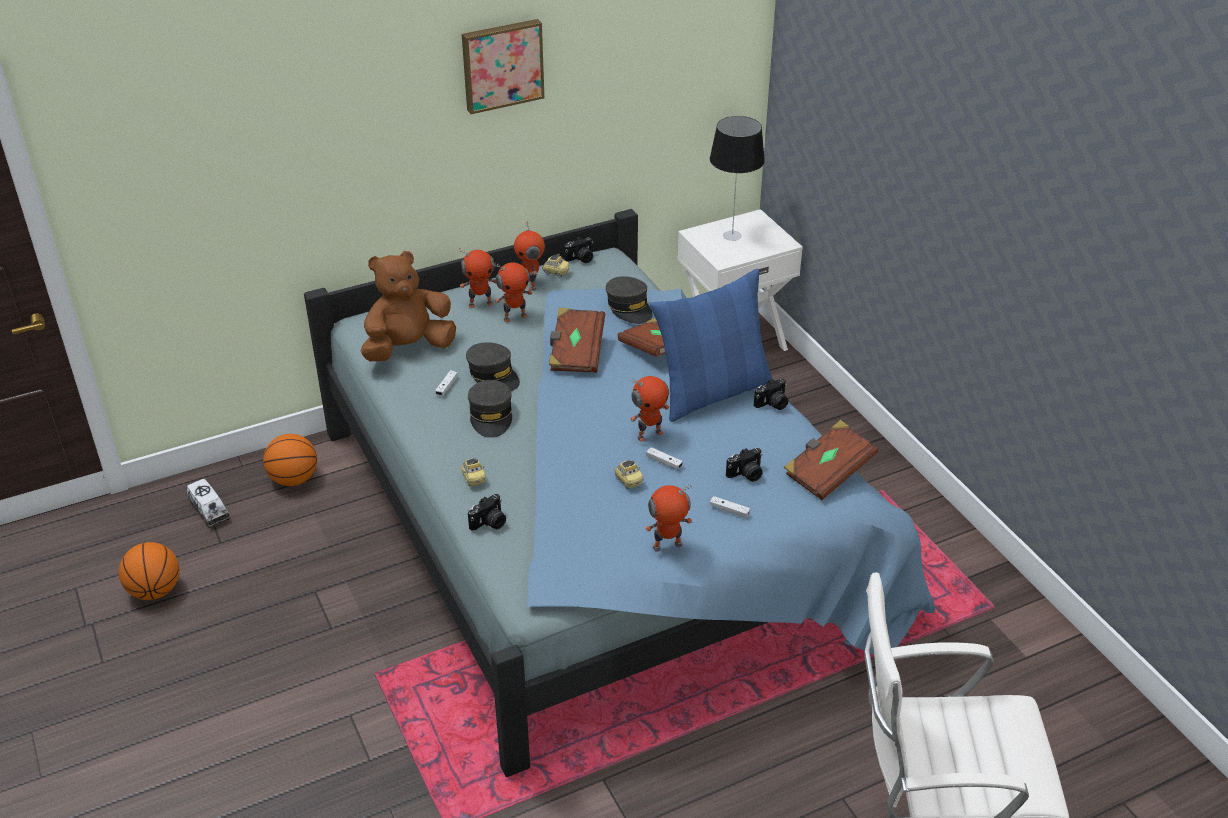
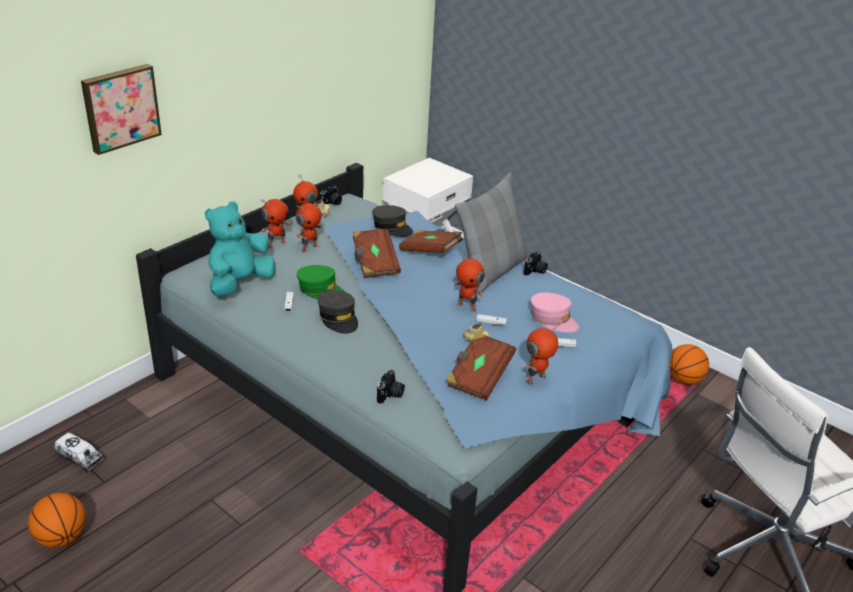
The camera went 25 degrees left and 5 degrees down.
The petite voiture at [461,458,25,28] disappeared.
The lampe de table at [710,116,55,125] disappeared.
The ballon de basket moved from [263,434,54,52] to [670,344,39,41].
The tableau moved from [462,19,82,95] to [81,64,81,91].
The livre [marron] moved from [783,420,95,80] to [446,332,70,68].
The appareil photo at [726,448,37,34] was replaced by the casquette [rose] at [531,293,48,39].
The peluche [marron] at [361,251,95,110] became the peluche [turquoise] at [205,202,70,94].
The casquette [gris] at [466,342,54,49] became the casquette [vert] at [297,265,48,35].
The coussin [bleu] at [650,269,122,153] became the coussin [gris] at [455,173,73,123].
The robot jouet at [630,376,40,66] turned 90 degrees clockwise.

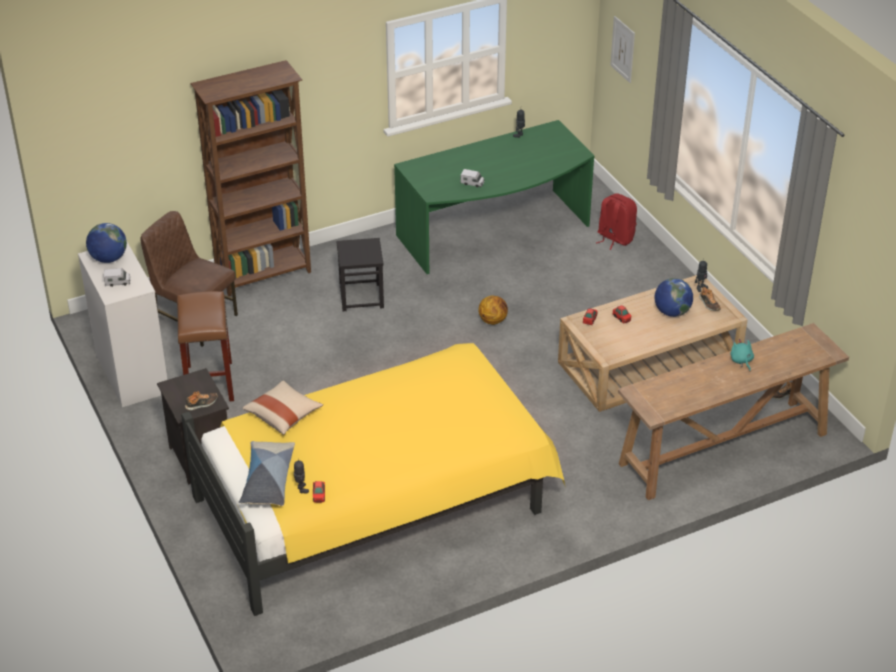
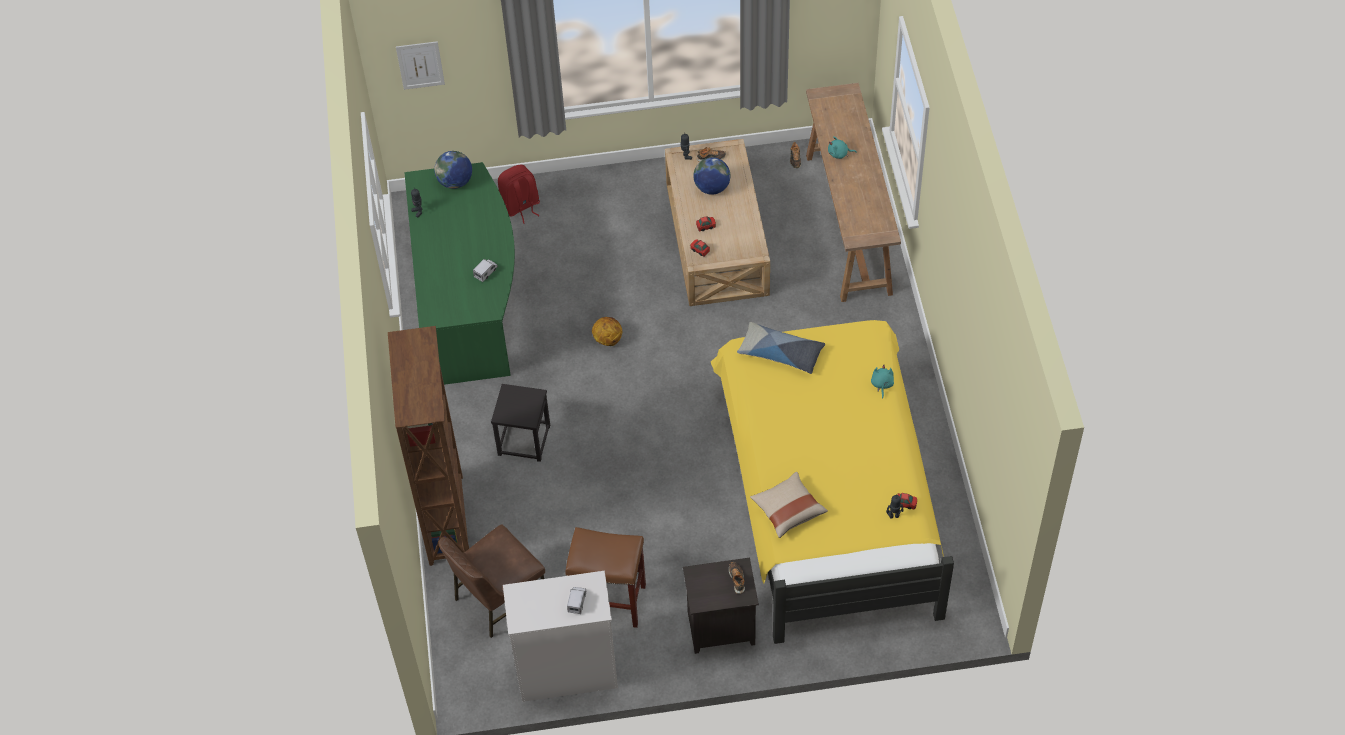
The camera went 70 degrees left and 15 degrees up.
The peluche [turquoise] at [871,365,23,34] appeared.
The globe moved from [86,223,41,40] to [434,151,38,38].
The coussin moved from [239,441,56,65] to [737,322,88,52].

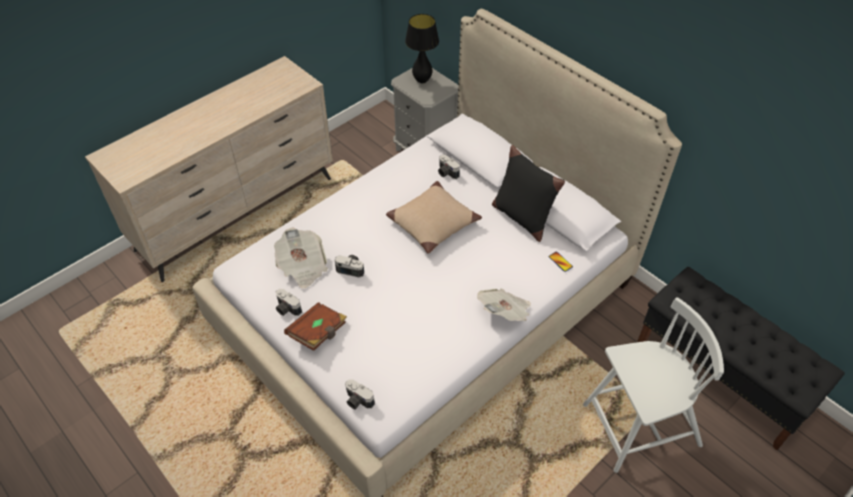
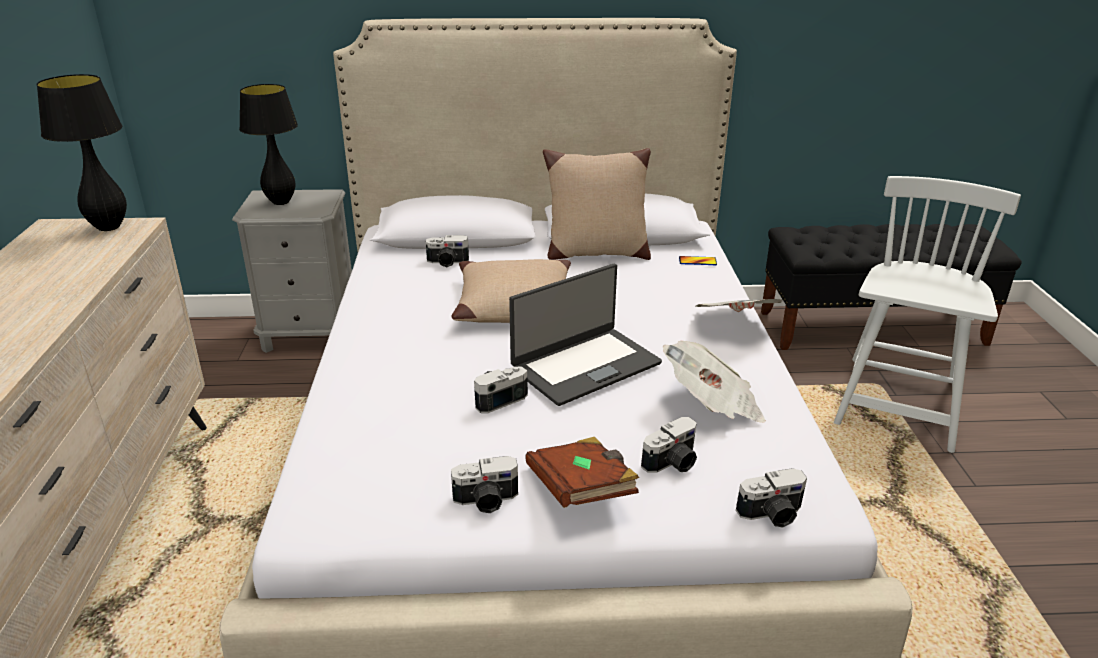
The camera went 50 degrees left and 20 degrees down.
The lampe de table [noir] at [37,74,90,157] appeared.
The ordinateur portable at [509,264,153,142] appeared.
The appareil photo at [641,417,56,56] appeared.
The journal moved from [274,227,54,61] to [663,341,103,82].
The coussin [noir] at [492,145,73,97] became the coussin [beige] at [543,148,108,112].

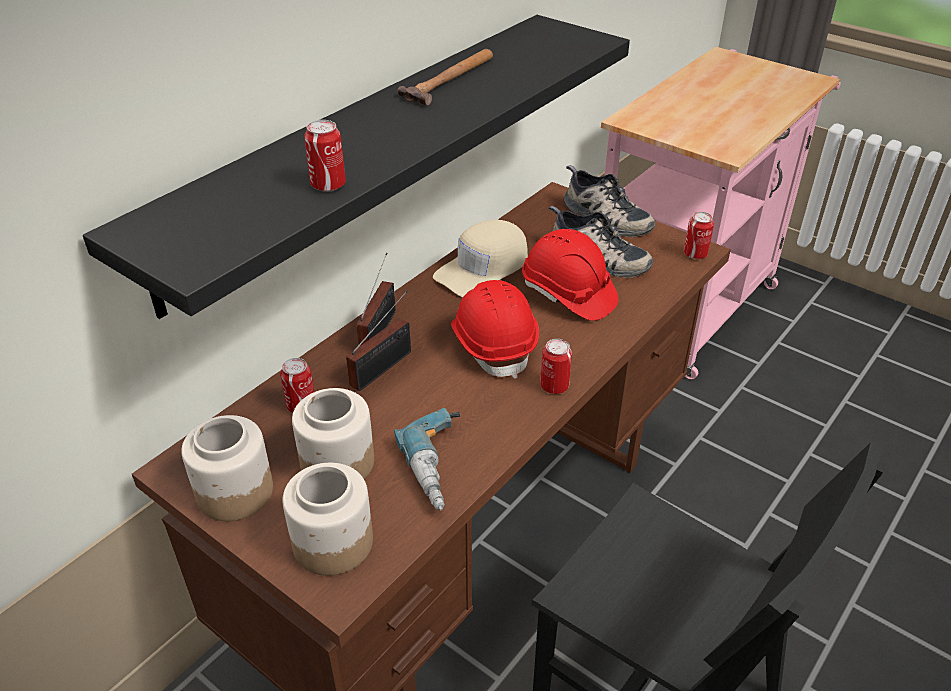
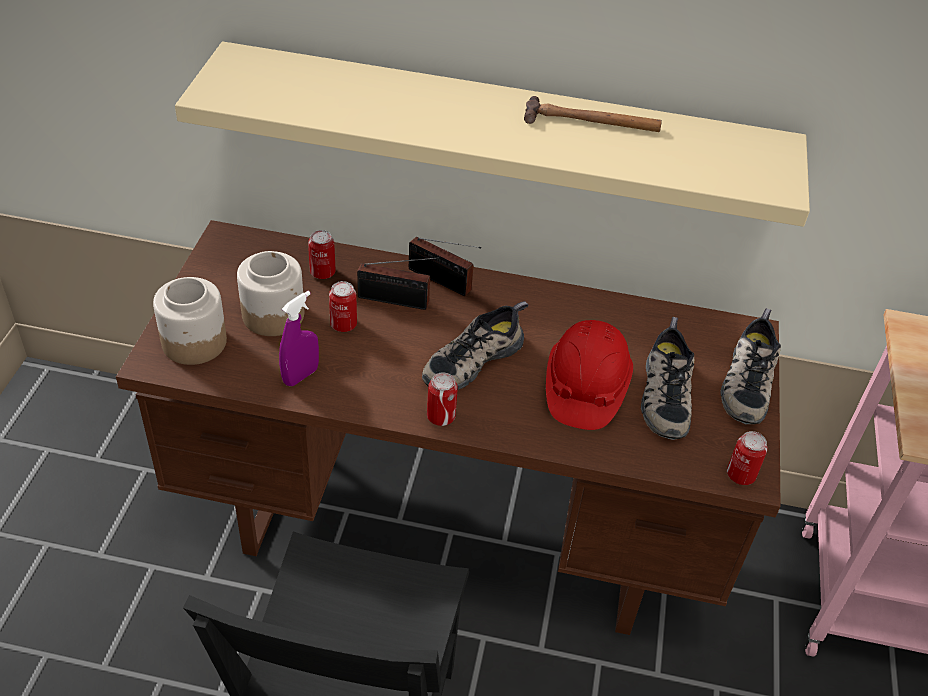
The camera went 60 degrees right and 5 degrees up.
The bocal at [181,415,92,106] disappeared.
The casquette [beige] at [433,220,95,77] disappeared.
The boîte métallique moved from [304,120,42,72] to [329,281,28,51].
The perceuse at [394,408,66,103] was replaced by the vaporisateur [violet] at [279,291,40,95].
The casque de chantier [rouge] at [451,280,88,99] was replaced by the chaussure at [422,301,106,89].
The étagère [noir] at [83,15,547,304] became the étagère [beige] at [175,41,635,186].
The radio at [357,253,39,94] turned 45 degrees clockwise.

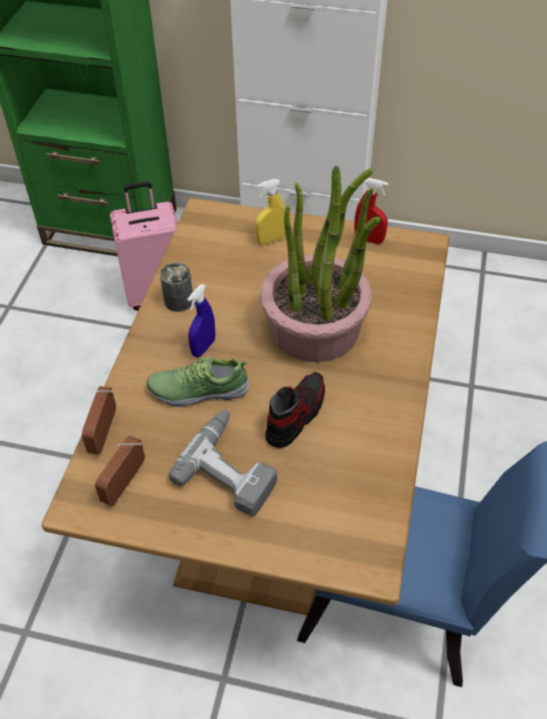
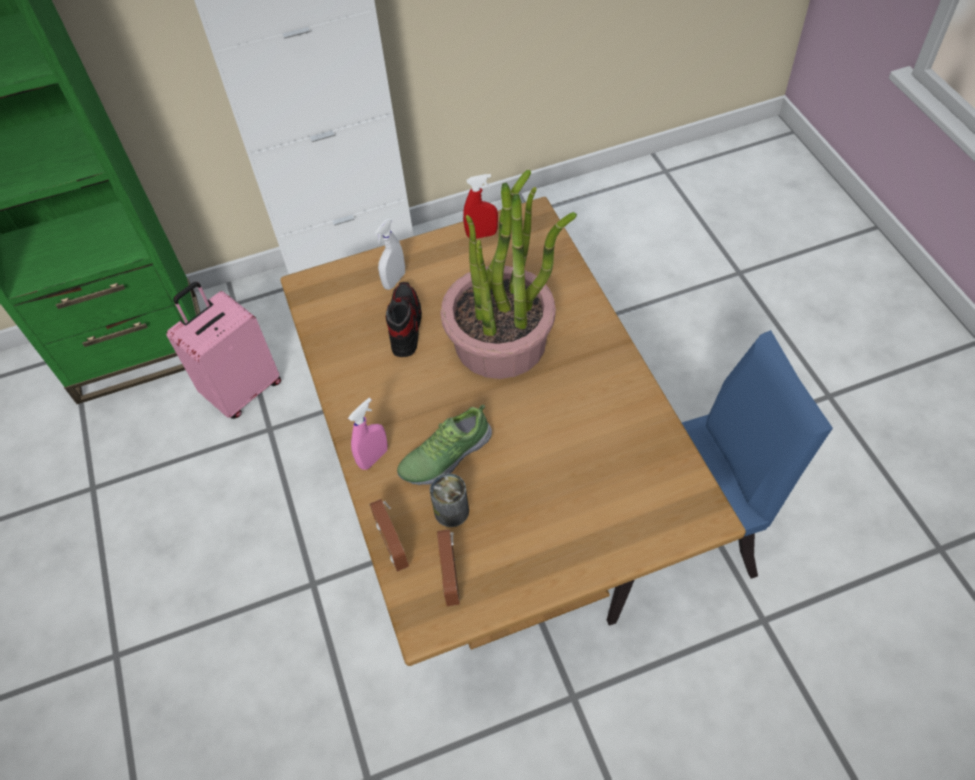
The camera went 30 degrees left and 5 degrees up.
The perceuse at [169,409,108,107] disappeared.
The vaporisateur [bleu] at [187,284,28,73] disappeared.
The vaporisateur [rose] at [348,398,40,72] appeared.
The boîte métallique moved from [160,263,33,49] to [430,473,39,54].
The chaussure moved from [265,372,60,76] to [386,282,36,75].
The vaporisateur [jaune] at [255,179,30,66] became the vaporisateur [blanc] at [374,219,31,71].

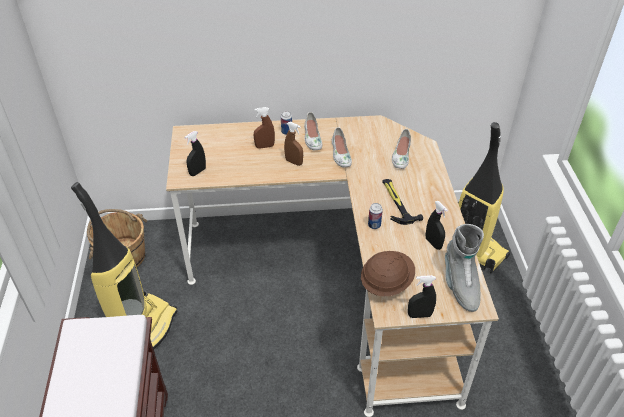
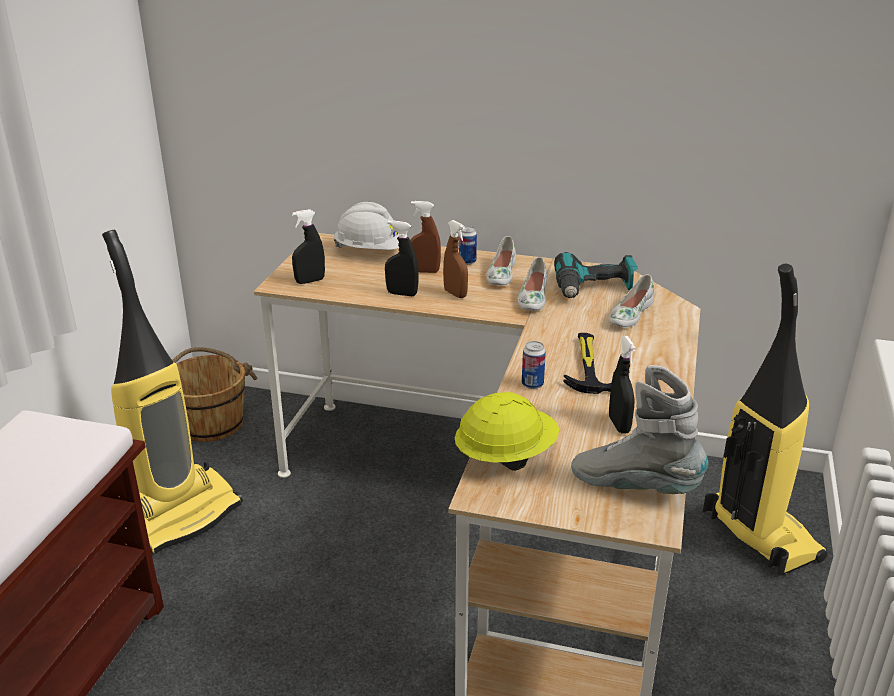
The camera went 20 degrees right and 15 degrees down.
The casque de chantier [blanc] at [334,202,65,48] appeared.
The perceuse at [554,252,84,46] appeared.
The vaporisateur [noir] moved from [408,275,28,43] to [385,220,34,76].
The casque de chantier [marron] at [361,251,54,45] became the casque de chantier [jaune] at [455,392,104,79].
The botte [gris] at [445,224,39,88] turned 105 degrees clockwise.

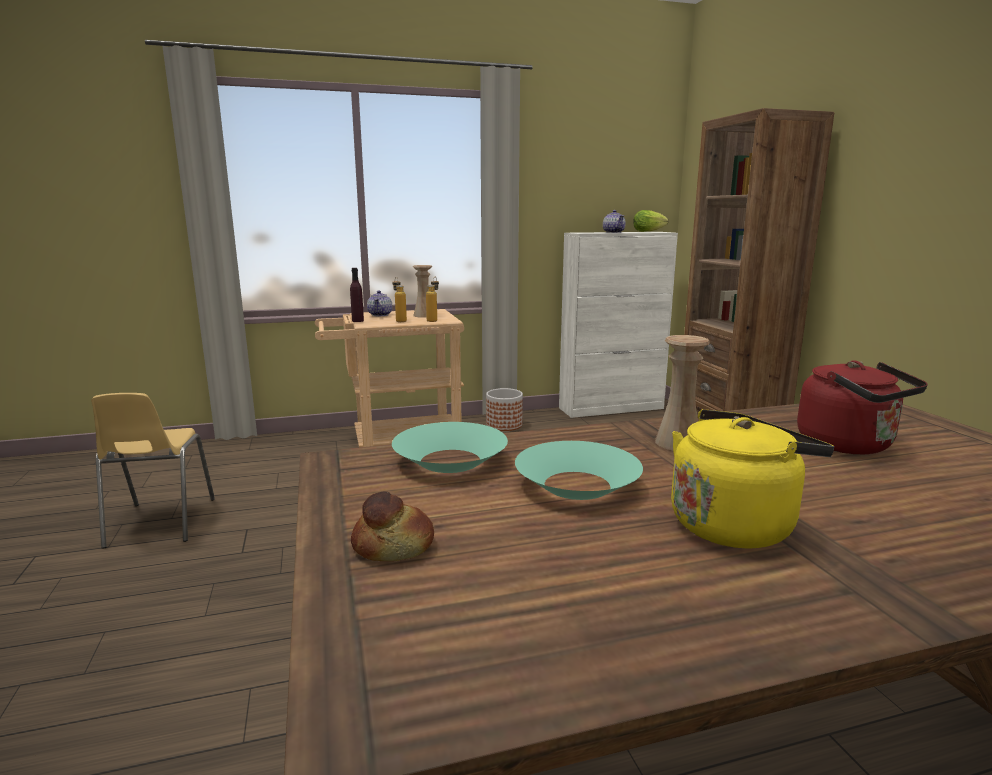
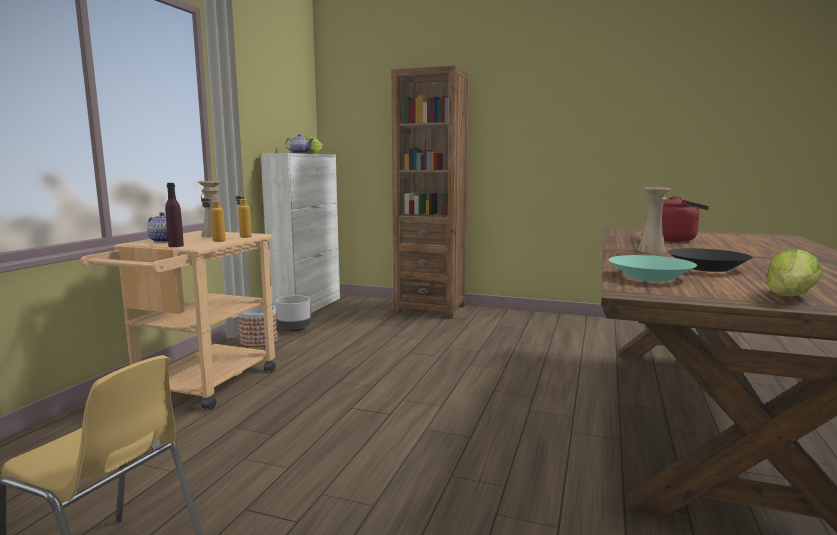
The camera went 55 degrees left and 5 degrees down.
The bouilloire [jaune] at [671,409,163,140] disappeared.
The cache-pot [gris] at [276,295,35,37] appeared.
The pain at [351,491,83,70] was replaced by the laitue at [766,249,56,47].
The bol [turquoise] at [515,441,128,59] became the bol [noir] at [668,248,85,24].

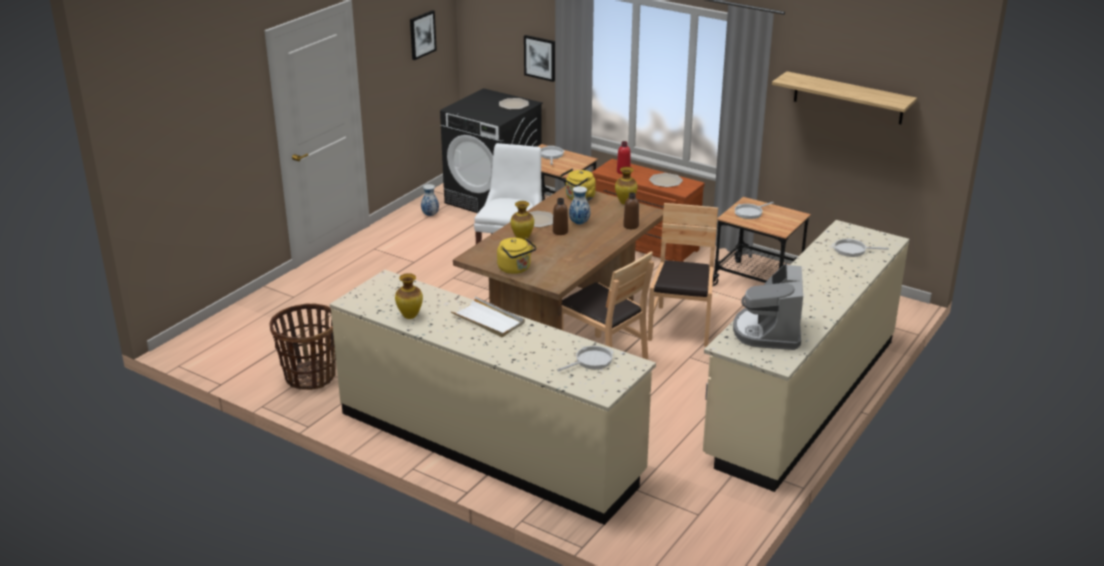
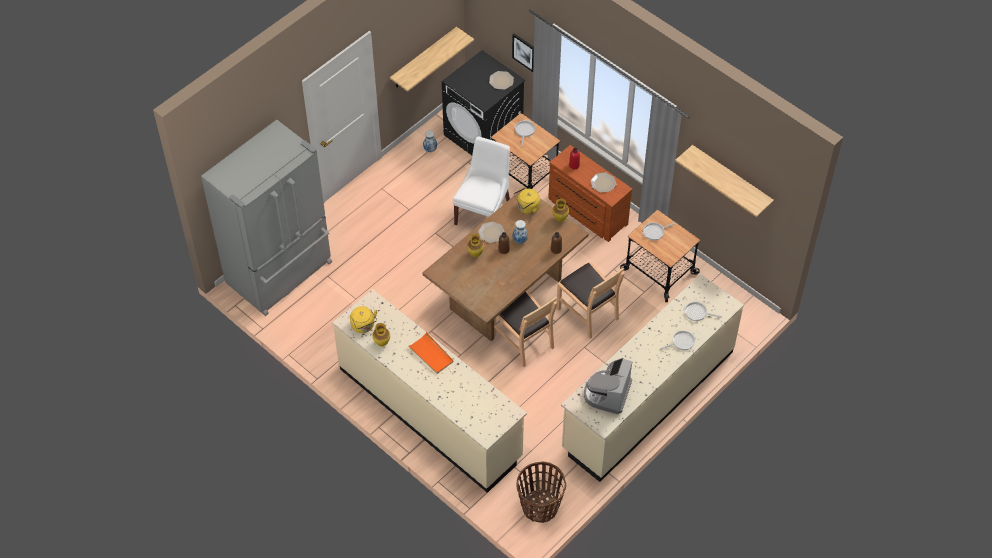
The camera went 10 degrees right and 25 degrees up.
The tableau at [410,10,27,50] disappeared.
The réfrigérateur [gris] at [201,120,131,196] appeared.
The étagère at [390,27,84,65] appeared.
The panier moved from [270,304,66,86] to [517,461,49,62].
The bouilloire [jaune] moved from [497,237,40,37] to [350,306,27,27].
The poêle moved from [557,346,57,25] to [660,331,36,19].
The plateau [blanc] at [450,296,75,41] became the plateau [orange] at [407,332,47,42].
The chaise [marron] at [648,203,70,144] turned 120 degrees clockwise.

